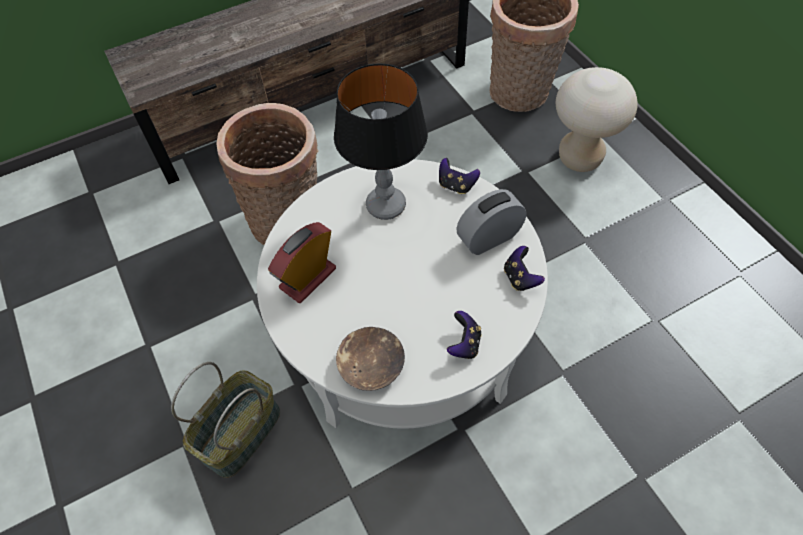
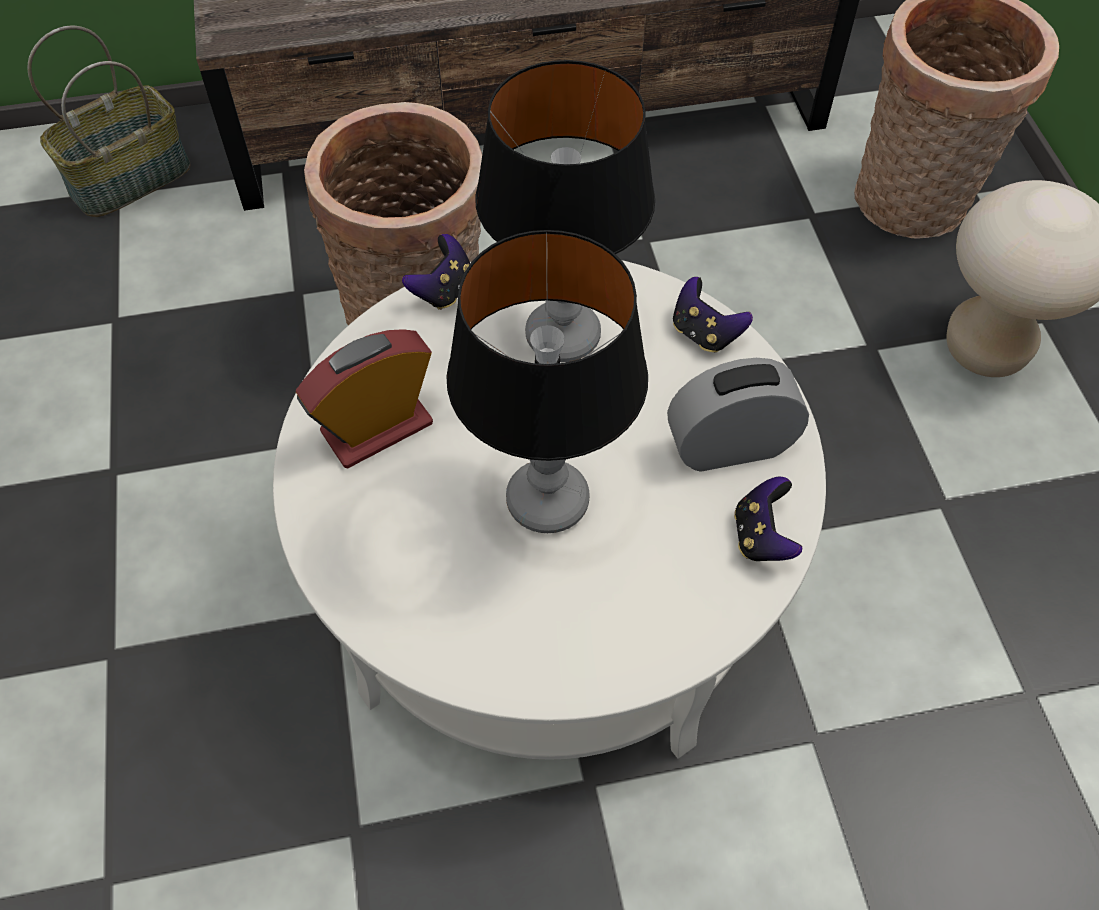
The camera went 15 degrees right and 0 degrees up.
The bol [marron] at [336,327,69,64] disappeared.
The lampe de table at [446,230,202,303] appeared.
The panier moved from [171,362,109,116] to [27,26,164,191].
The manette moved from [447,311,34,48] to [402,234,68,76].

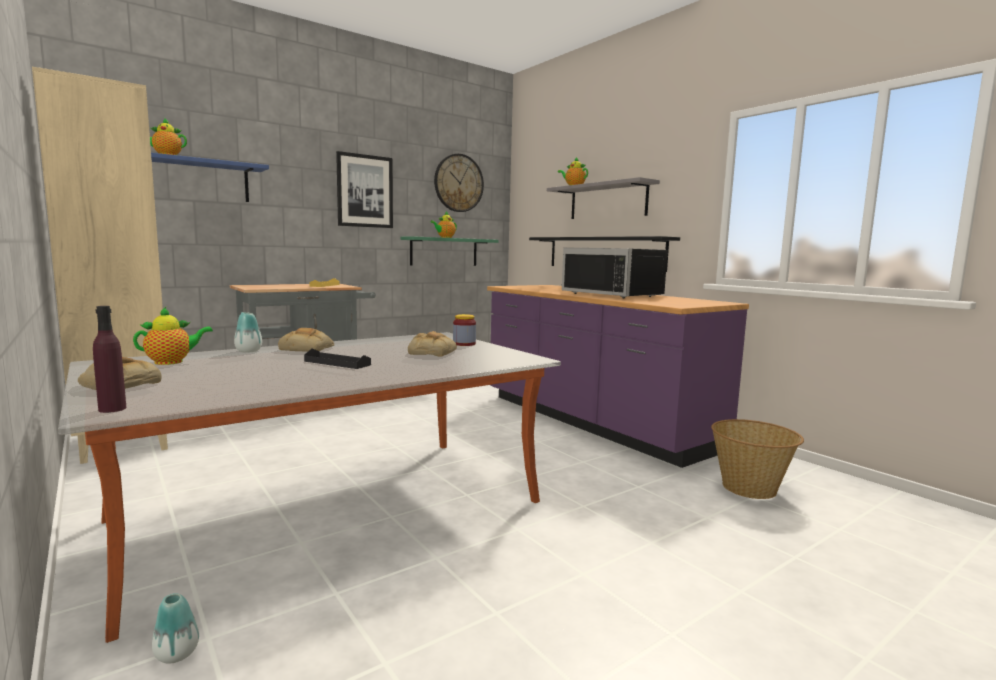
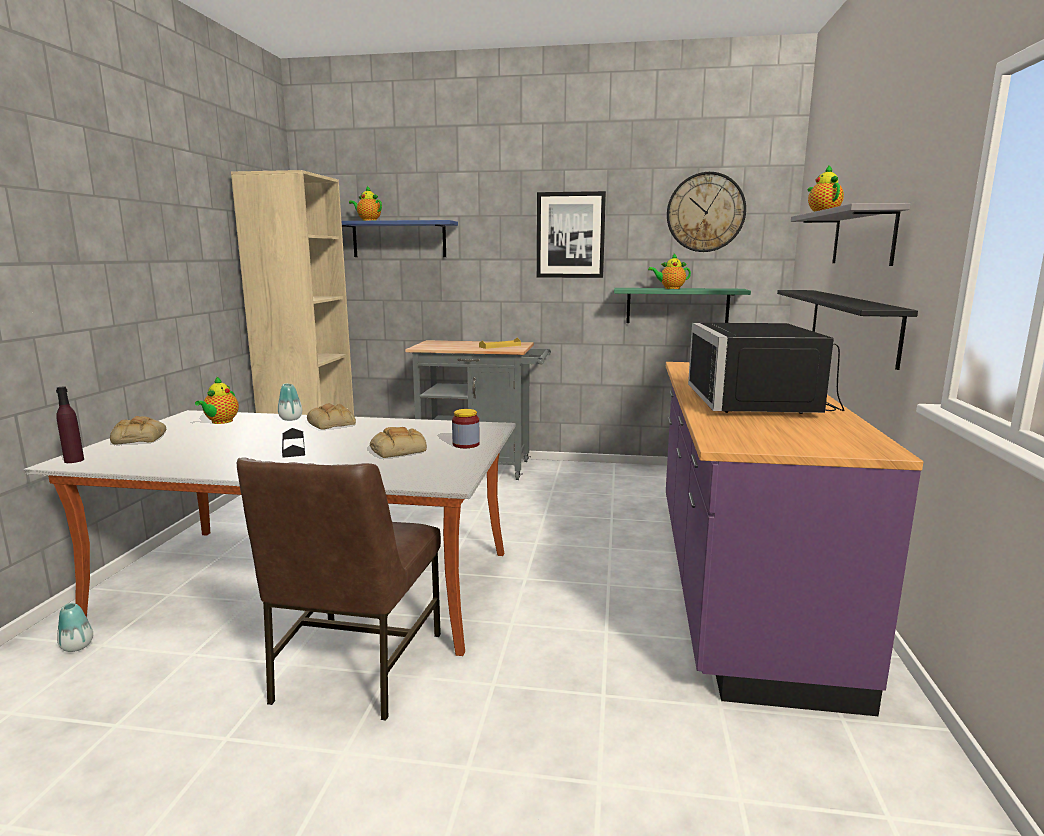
The camera went 45 degrees right and 5 degrees up.
The panier at [711,419,93,80] disappeared.
The chaise [marron] at [237,458,204,263] appeared.
The théière at [133,307,80,58] turned 90 degrees clockwise.

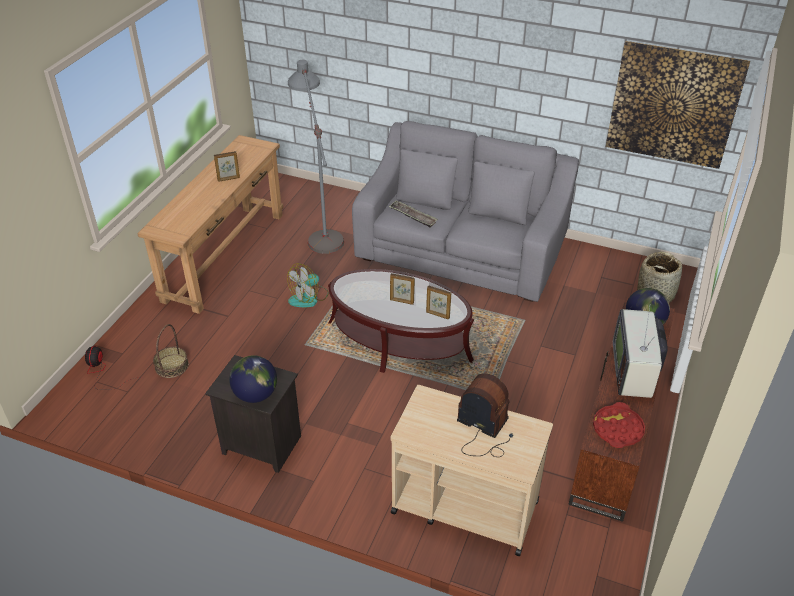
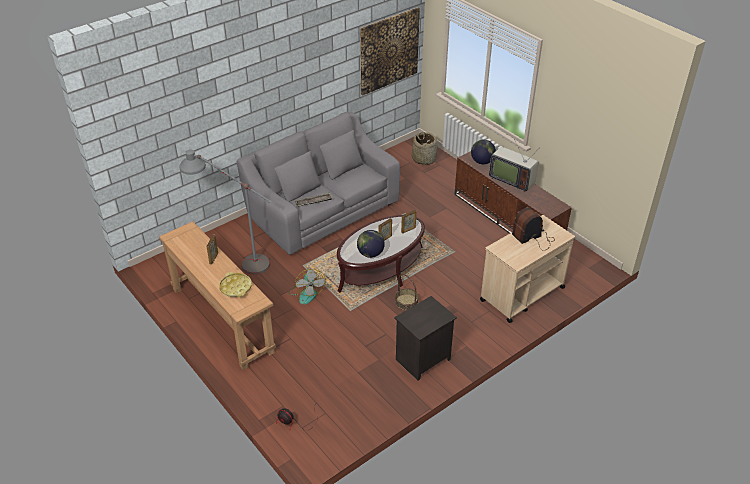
The camera went 60 degrees left and 0 degrees up.
The plateau [rouge] at [593,402,52,46] disappeared.
The plateau [jaune] at [219,272,33,25] appeared.
The panier moved from [153,324,36,54] to [395,274,24,36].
The globe moved from [229,355,48,48] to [357,230,28,28].

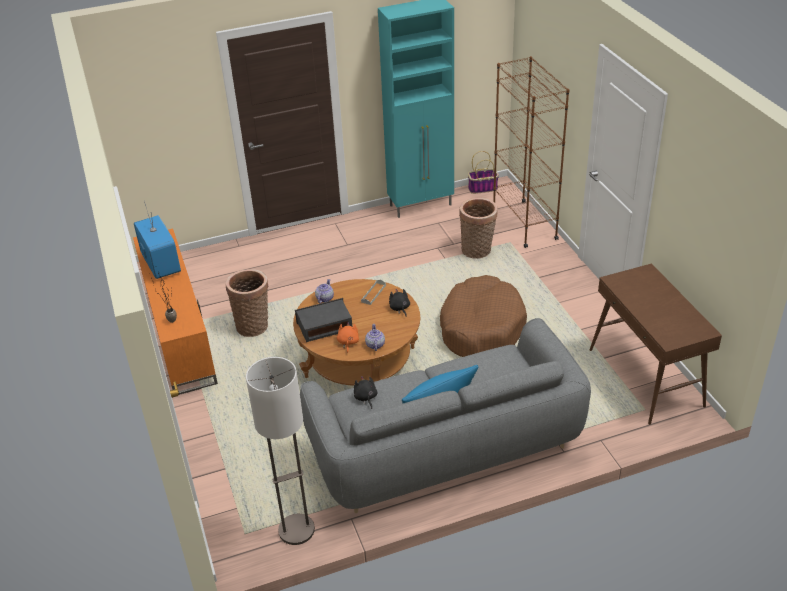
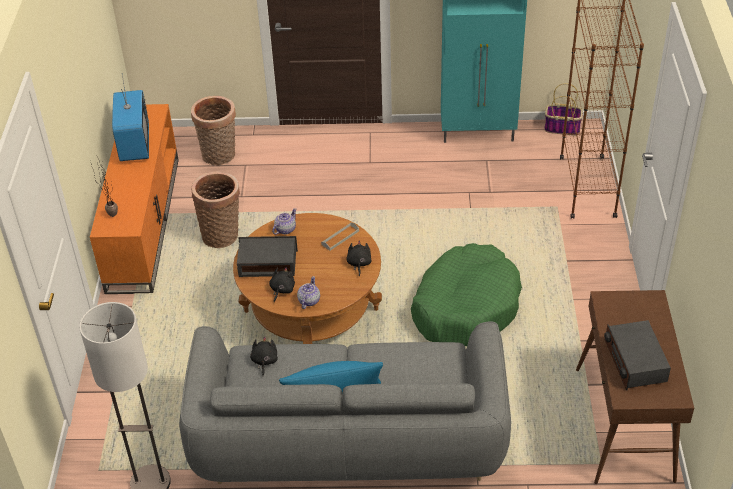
The camera went 20 degrees right and 5 degrees up.
The radio at [604,320,67,70] appeared.
The panier moved from [459,198,39,61] to [191,96,45,69].
The peluche [orange] at [337,322,22,31] became the peluche [noir] at [269,267,26,35].
The panier pour chien [marron] at [440,275,87,82] became the panier pour chien [vert] at [411,243,111,103].

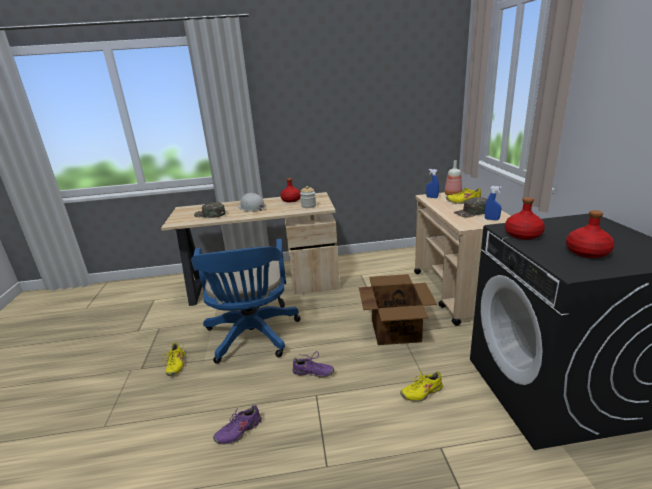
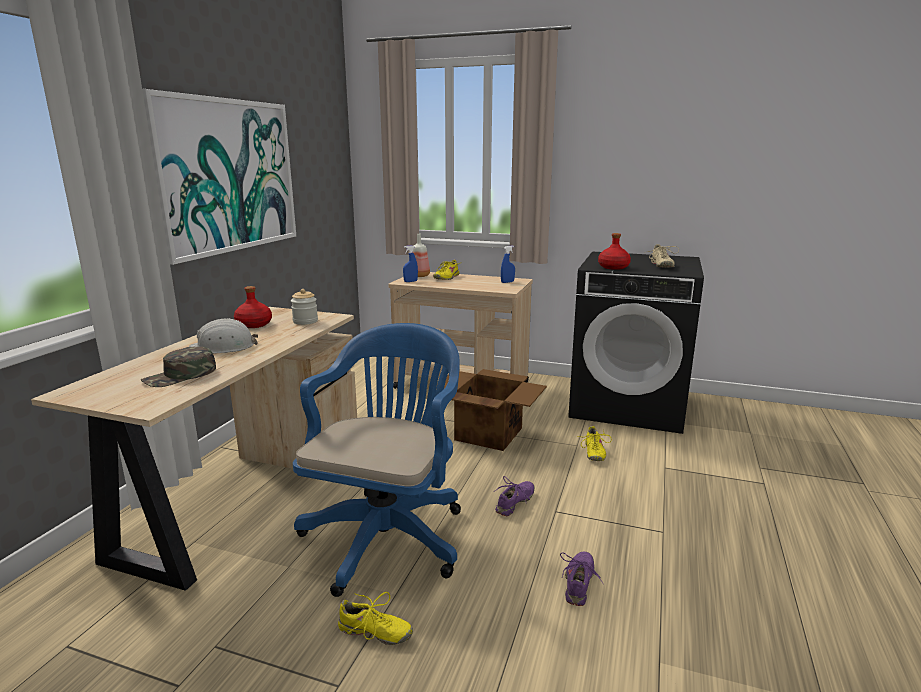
The camera went 65 degrees left and 5 degrees down.
The casquette [vert] at [453,197,34,21] disappeared.
The tableau at [142,89,154,176] appeared.
The bouteille [rouge] at [566,210,49,48] was replaced by the chaussure [beige] at [647,244,32,24].
The chaise de bureau [bleu] at [191,239,110,125] turned 90 degrees counterclockwise.
The chaussure [violet] at [213,404,49,40] turned 150 degrees counterclockwise.

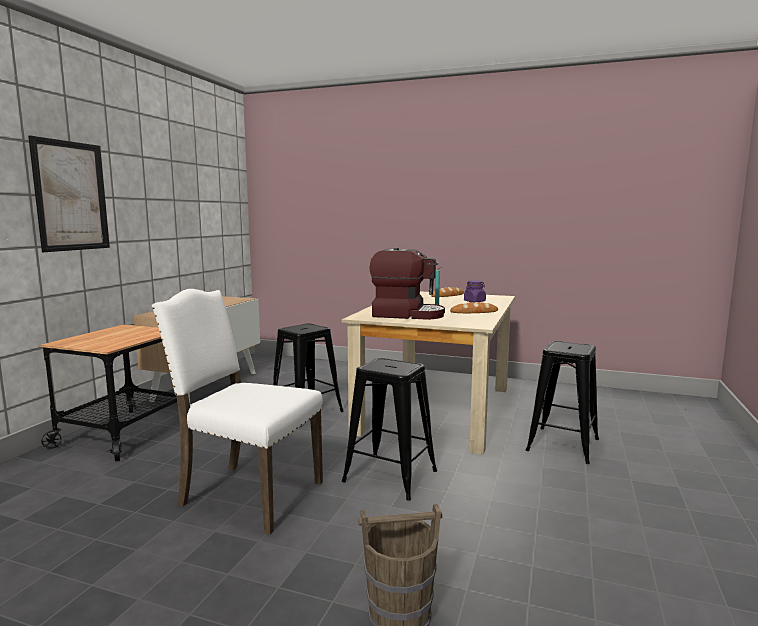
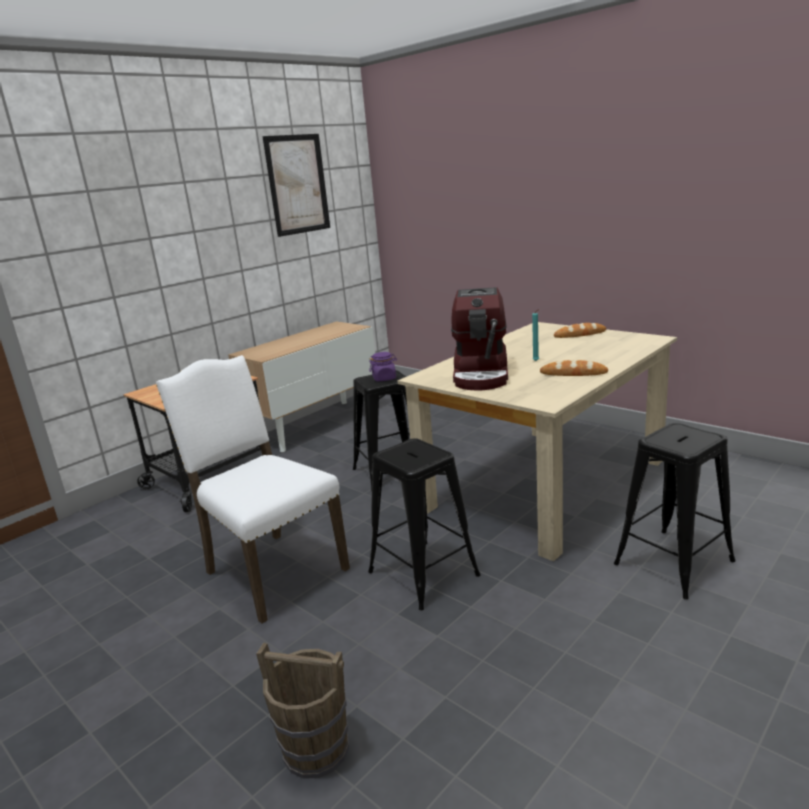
The camera went 25 degrees right and 10 degrees up.
The tableau moved from [28,136,82,116] to [262,134,68,103].
The bocal [violet] moved from [464,280,22,23] to [369,352,28,29].
The machine à café at [369,248,76,72] turned 60 degrees clockwise.

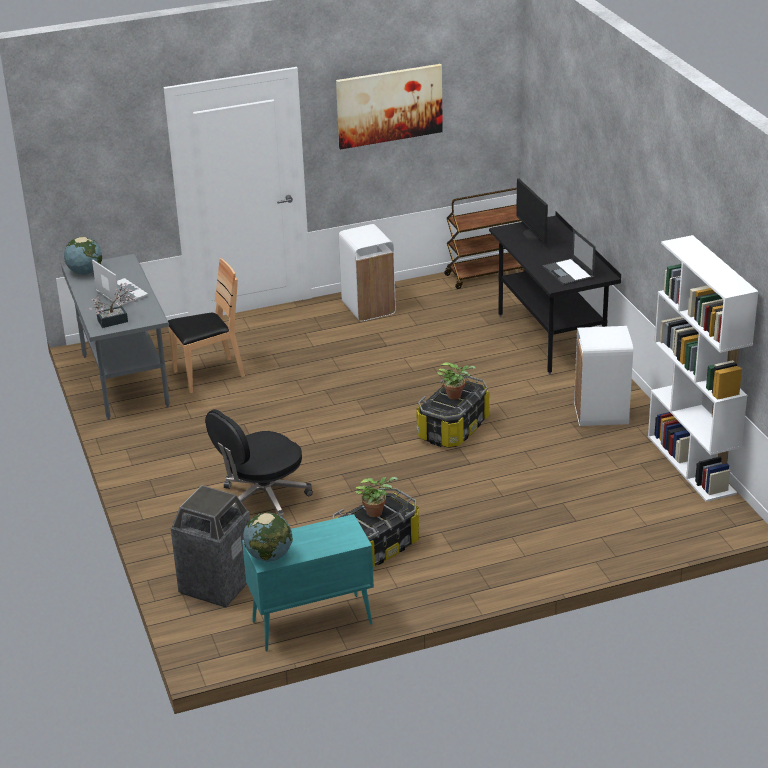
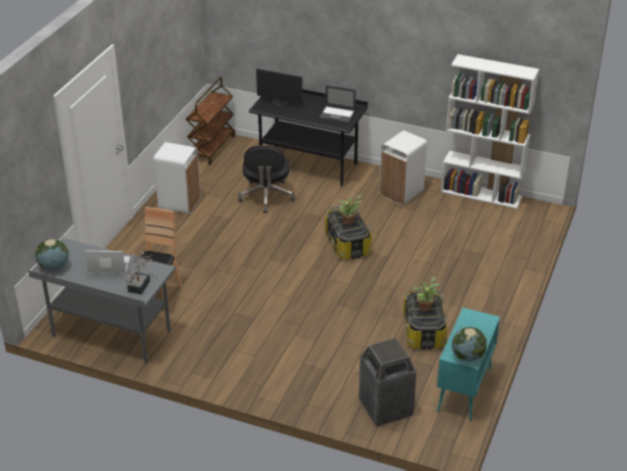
The camera went 50 degrees left and 5 degrees up.
The tableau at [336,64,107,85] disappeared.
The chaise de bureau [noir] moved from [205,409,108,108] to [238,146,58,67].

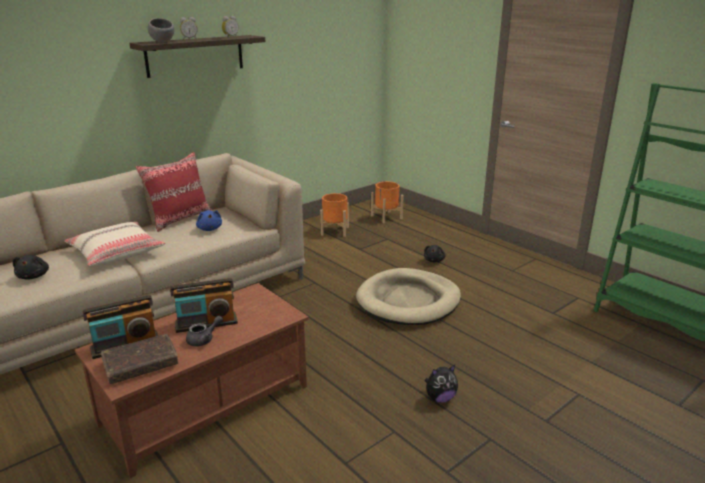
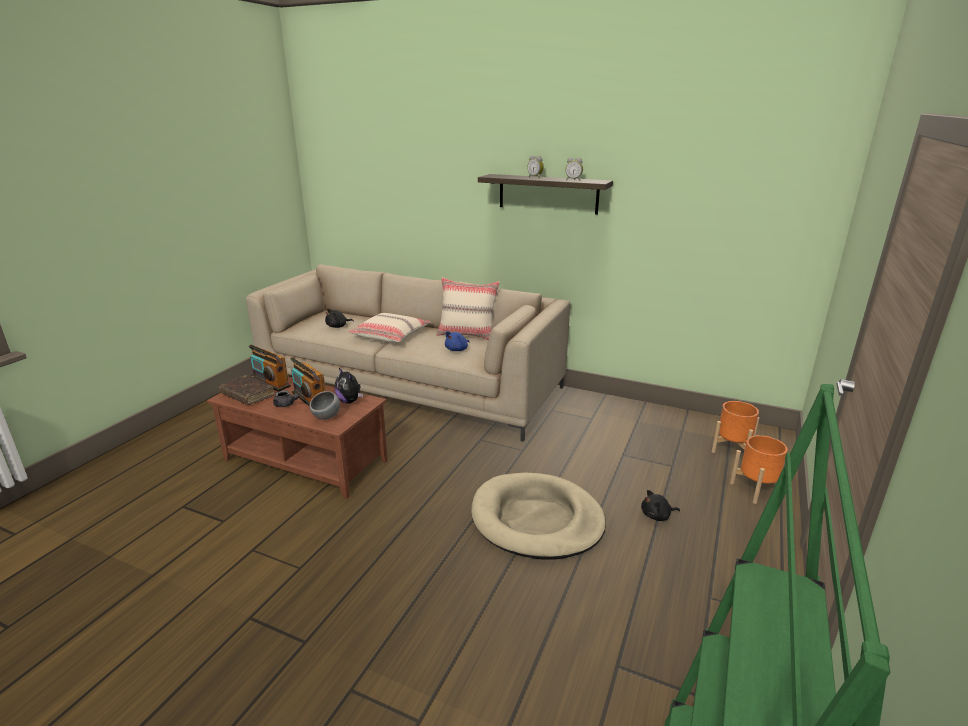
The camera went 65 degrees right and 0 degrees up.
The bol [gris] moved from [148,18,26,24] to [310,391,30,29].
The cache-pot [orange] moved from [320,193,29,44] to [730,435,58,69].
The peluche moved from [425,365,33,38] to [335,368,28,36].
The coussin [rouge] at [136,152,76,80] became the coussin [beige] at [437,277,63,63].

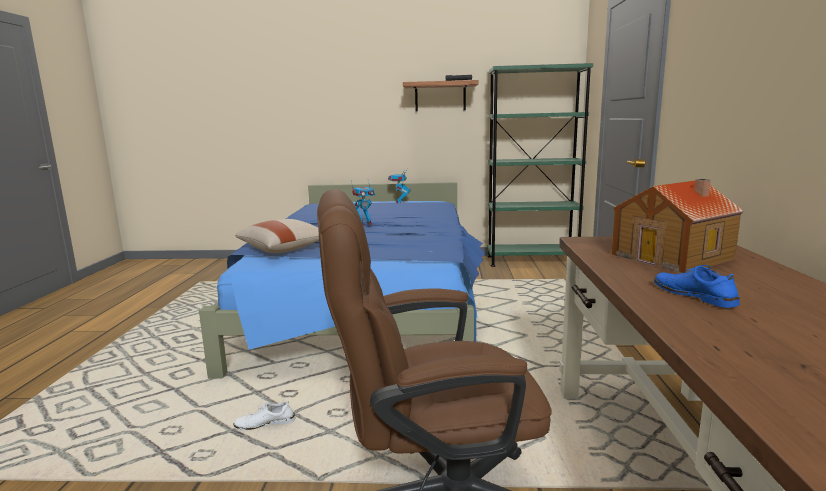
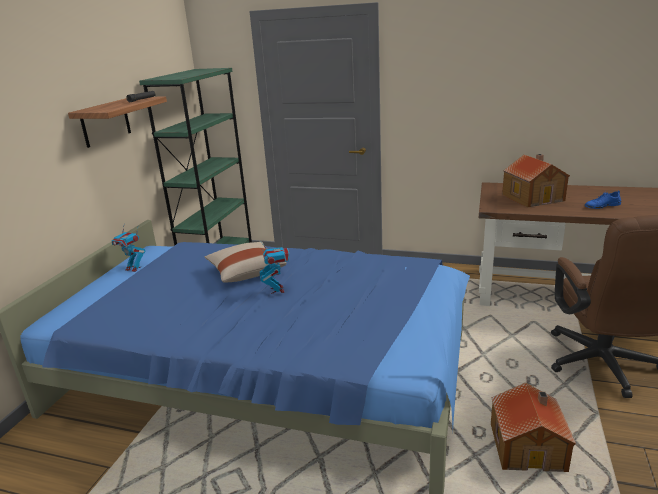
The camera went 75 degrees left and 10 degrees up.
The coussin [beige] moved from [235,219,84,34] to [205,242,82,41].
The chaussure [blanc] at [233,401,62,29] was replaced by the maison miniature at [491,383,85,89].

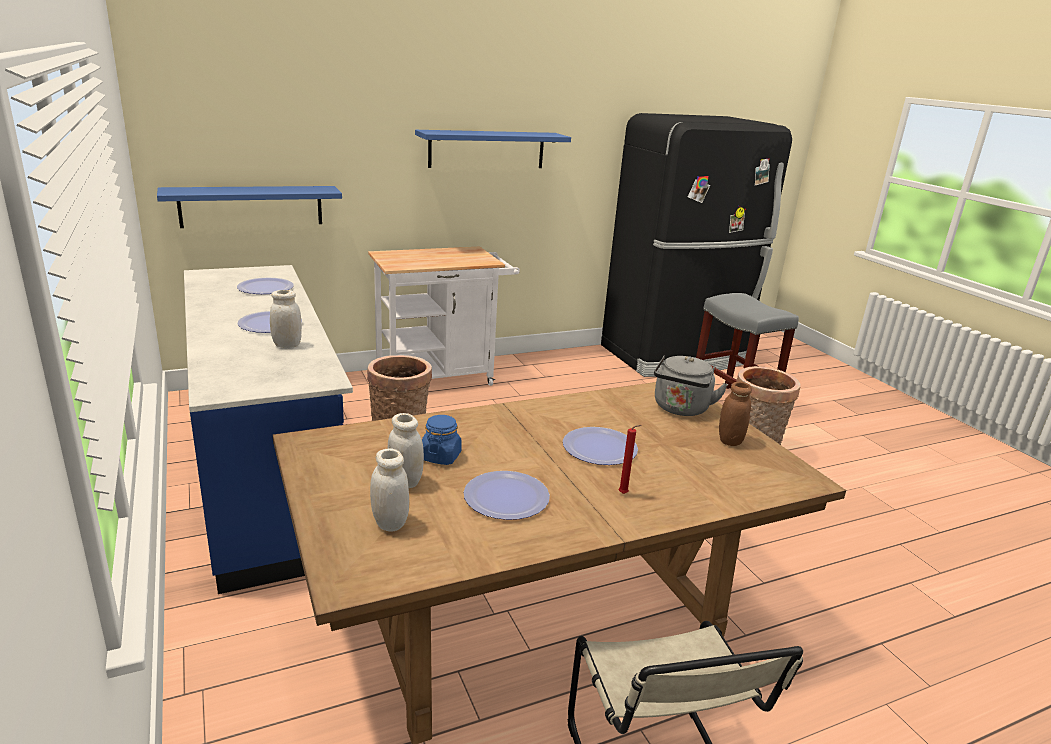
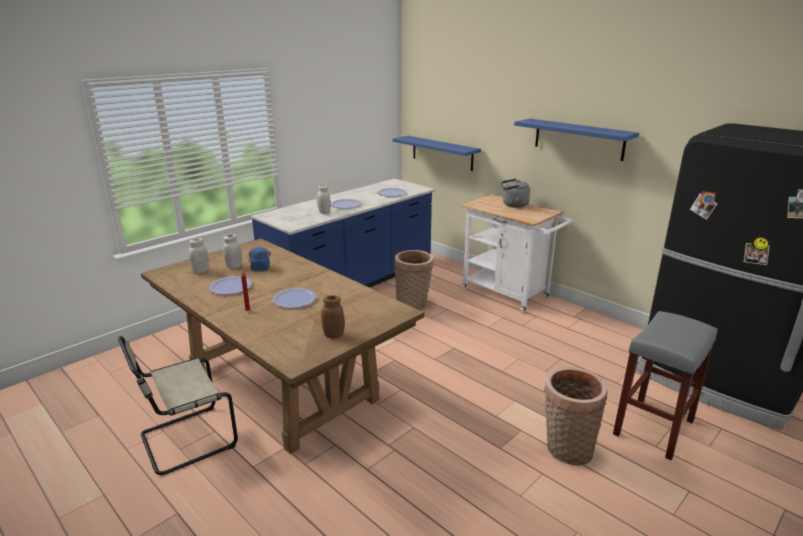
The camera went 70 degrees right and 0 degrees up.
The bouilloire [gris] moved from [654,355,74,61] to [501,179,29,29].

